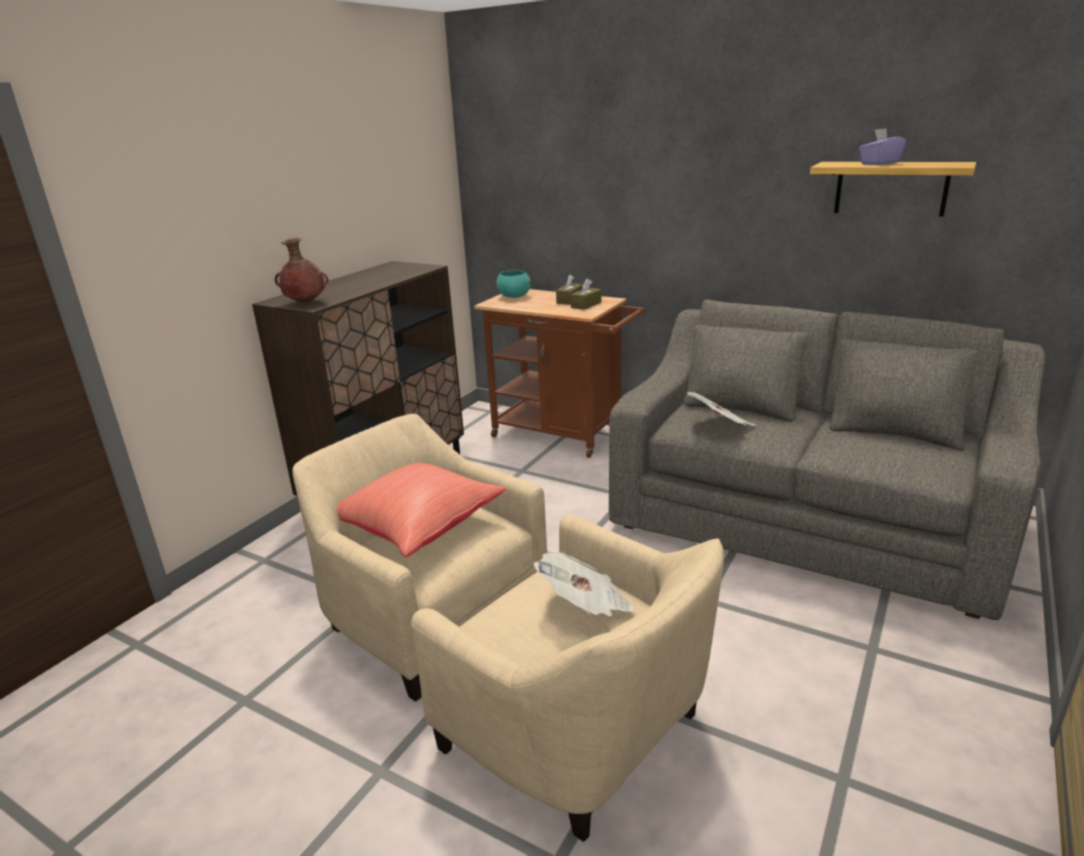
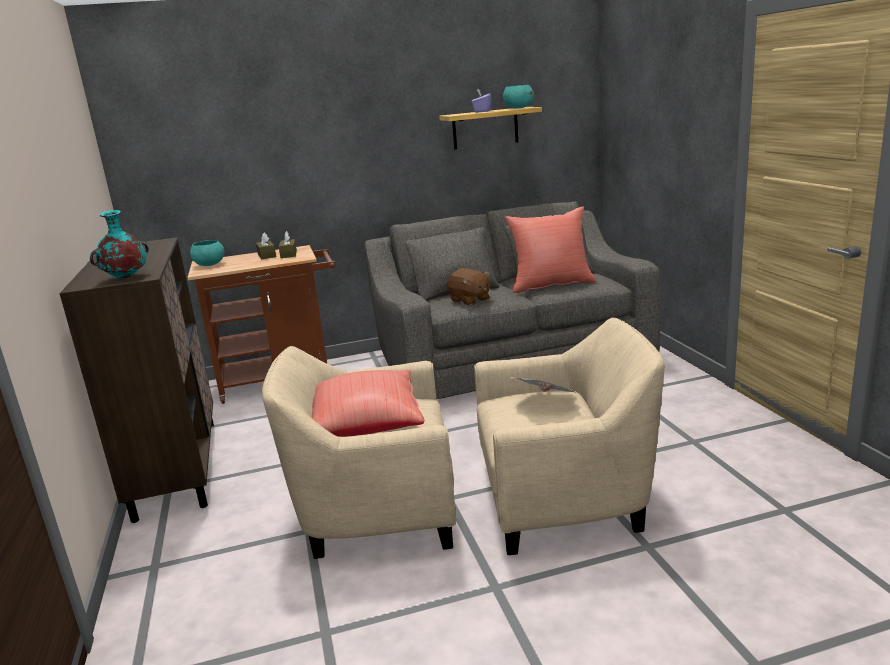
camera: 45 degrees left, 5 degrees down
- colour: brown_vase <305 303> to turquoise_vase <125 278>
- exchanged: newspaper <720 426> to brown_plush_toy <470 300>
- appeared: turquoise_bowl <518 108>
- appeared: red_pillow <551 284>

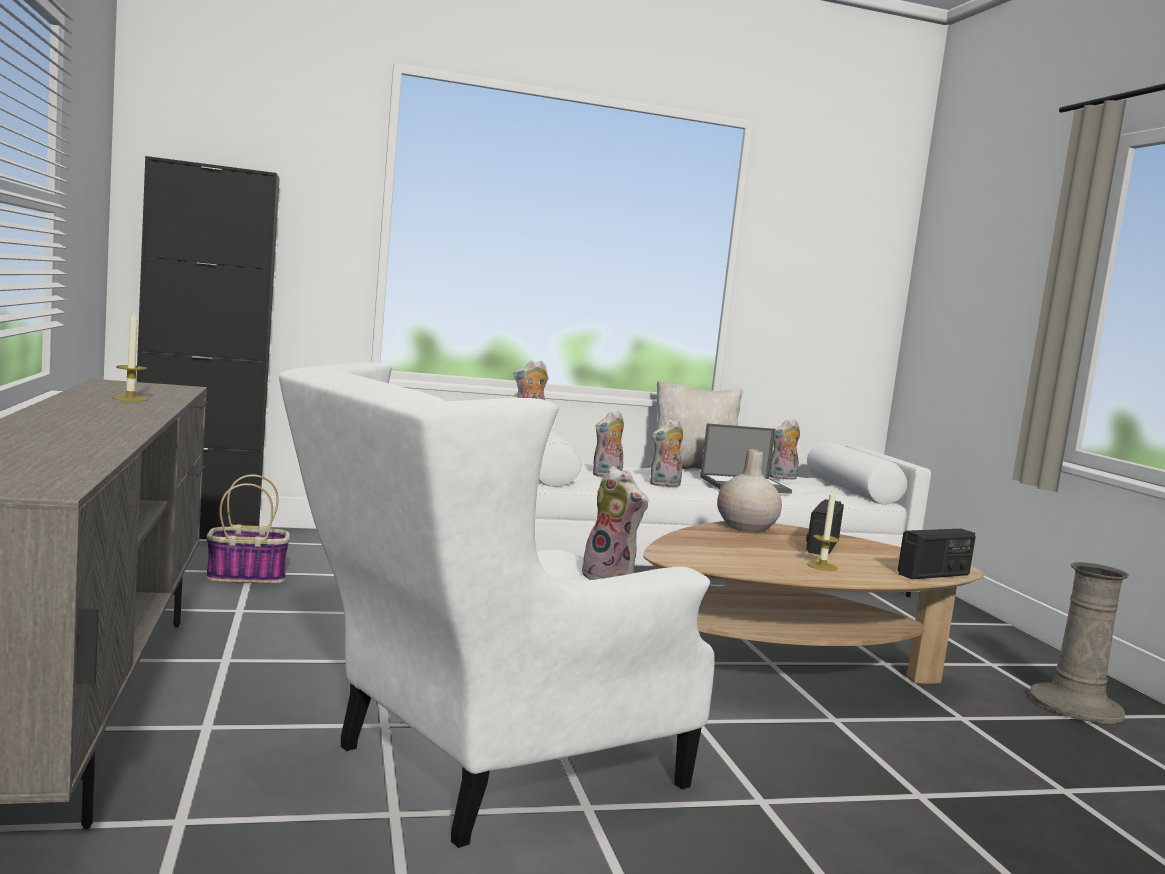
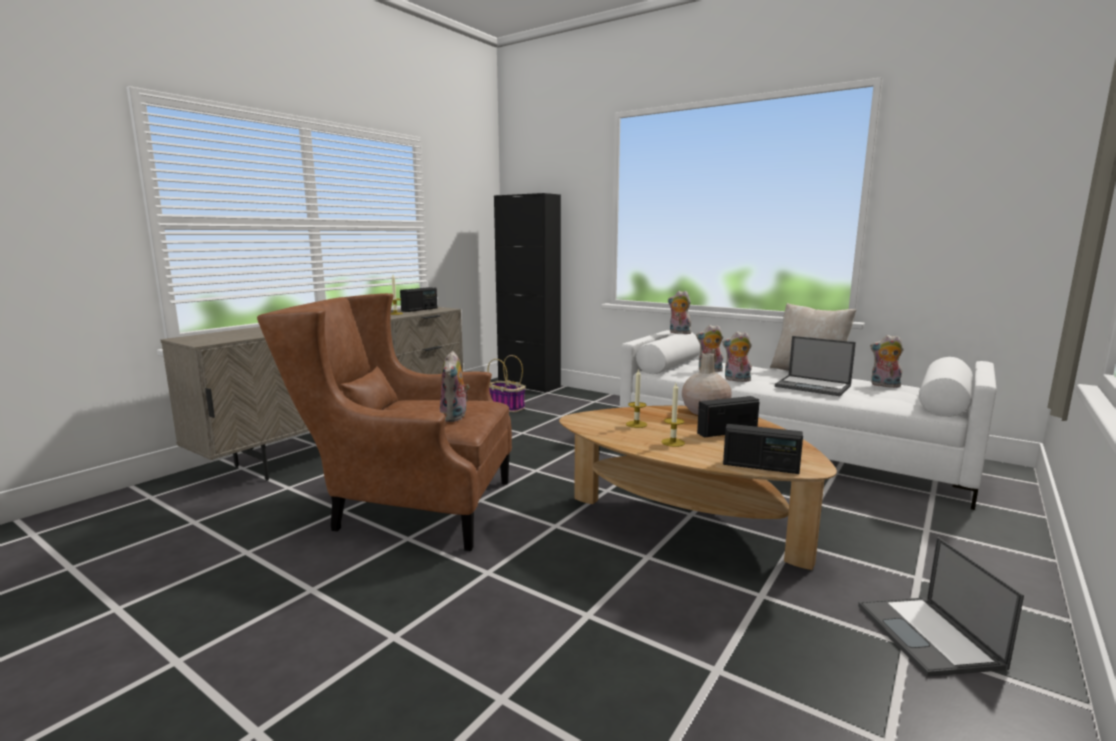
camera: 50 degrees right, 5 degrees up
- colour: white_armchair <479 767> to brown_armchair <408 506>
- exchanged: beige_vase <1076 705> to laptop <929 636>
- appeared: radio <420 309>
- appeared: candle <636 424>

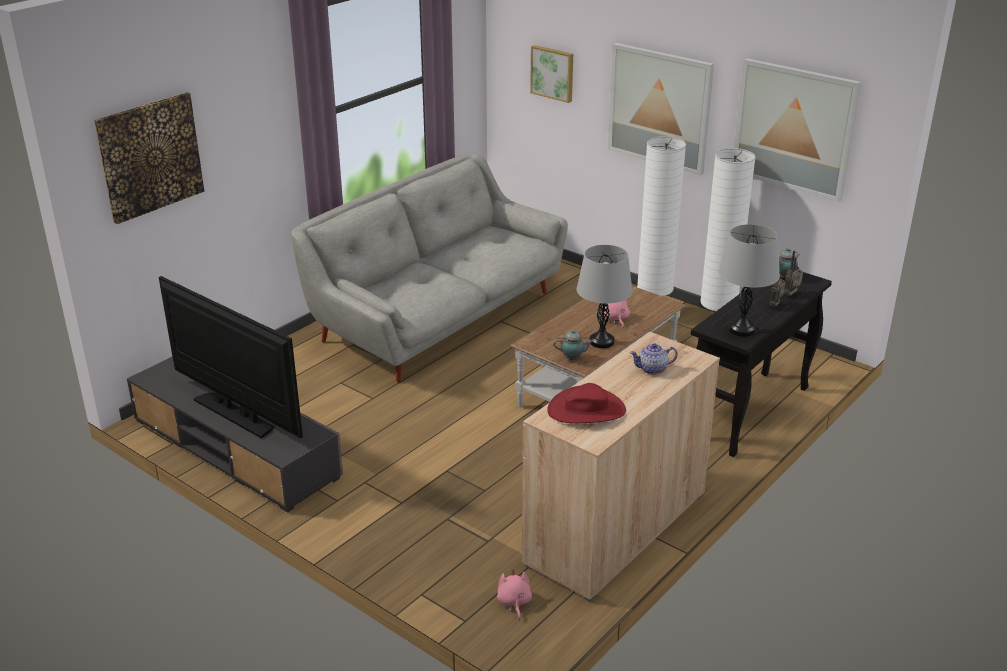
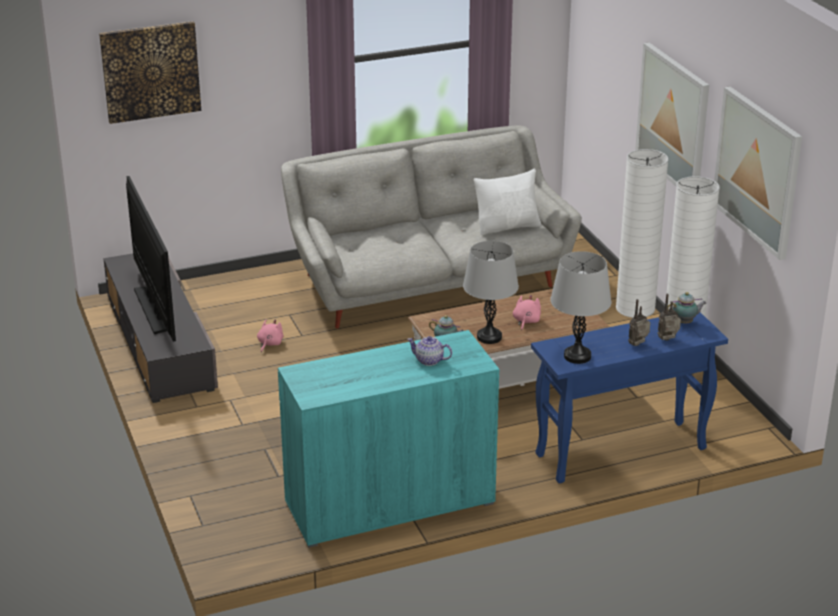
camera: 30 degrees right, 0 degrees up
- relocated: pink_plush_toy <514 602> to <269 344>
- colour: beige_cabinet <616 528> to turquoise_cabinet <389 503>
- missing: picture <553 73>
- missing: red_hat <586 410>
- colour: black_console_table <749 413> to blue_console_table <619 452>
- appeared: white_pillow <507 227>

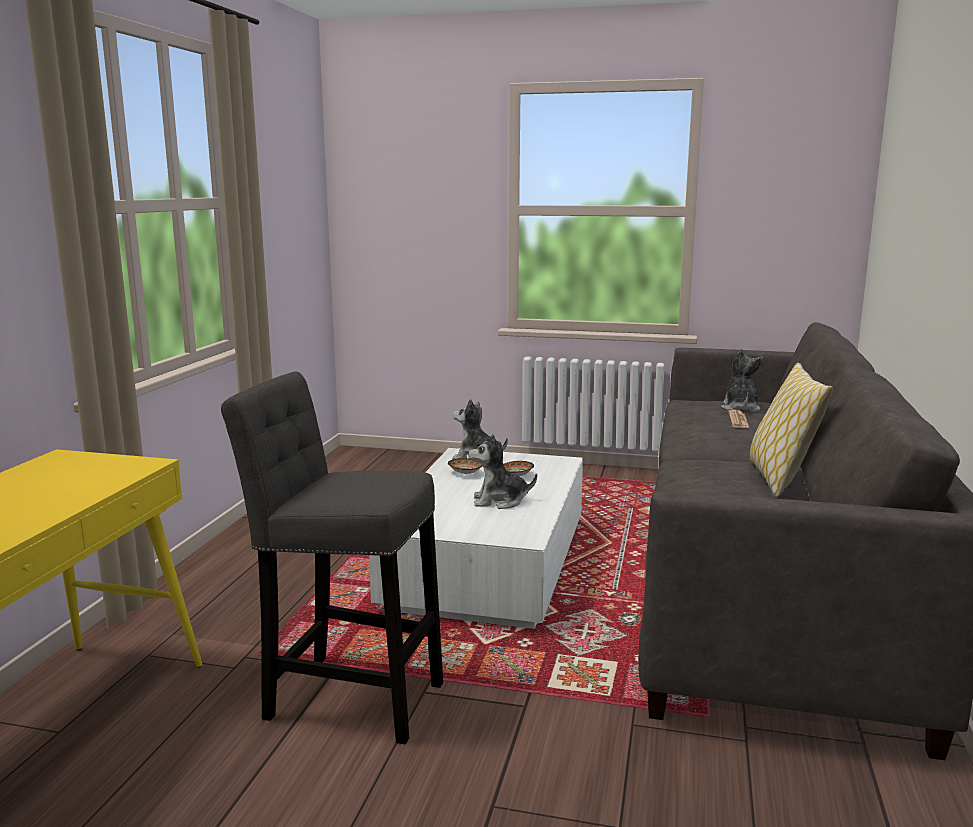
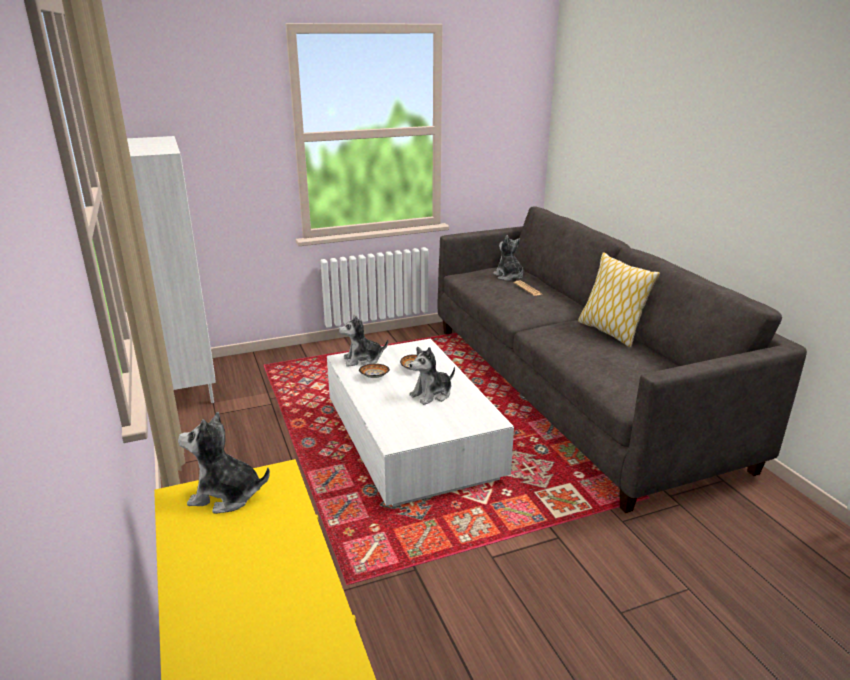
camera: 35 degrees left, 10 degrees up
- missing: grey_stool <347 697>
- appeared: white_bookcase <187 386>
- appeared: plush_toy <226 495>

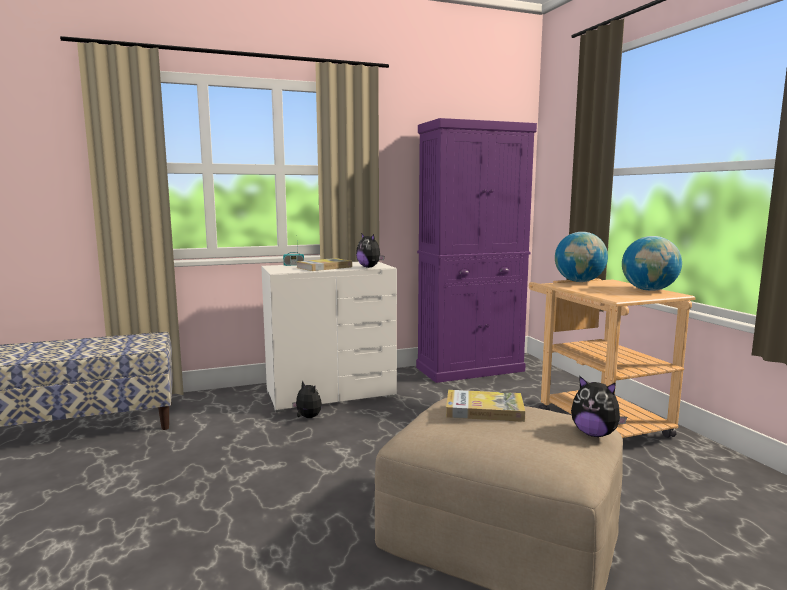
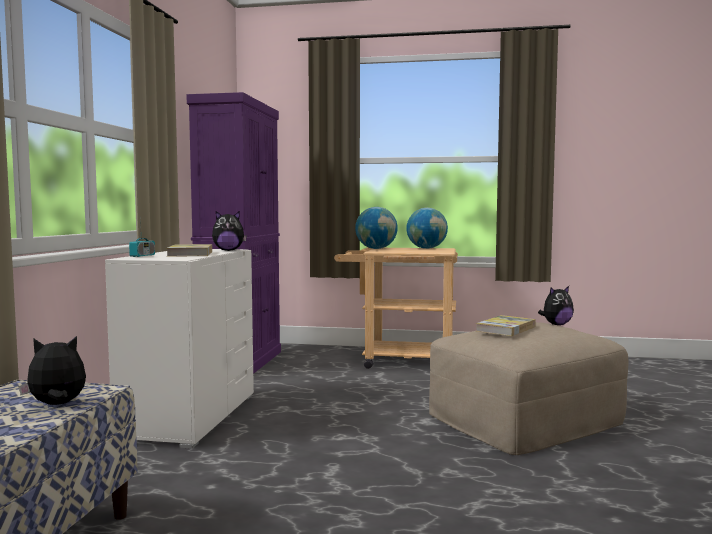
camera: 60 degrees left, 5 degrees down
- relocated: plush_toy <307 417> to <57 405>

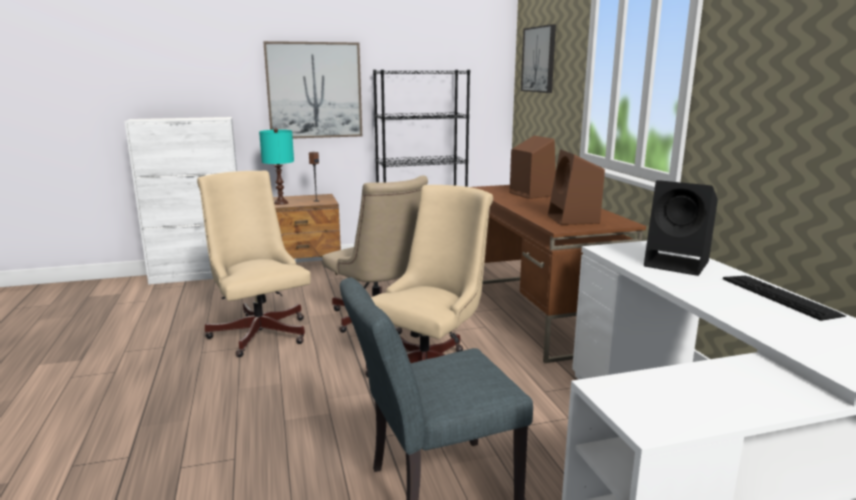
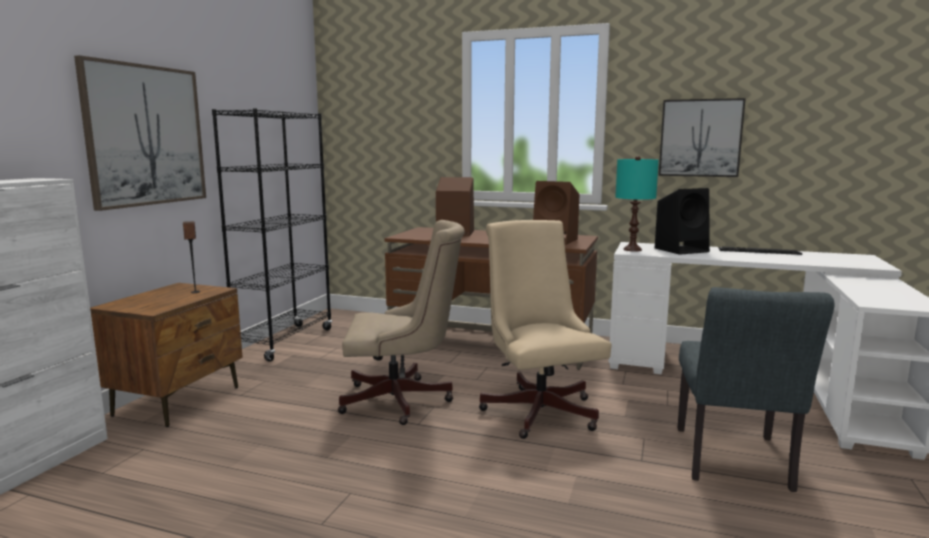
camera: 55 degrees left, 5 degrees down
- missing: beige_office_chair <259 331>
- relocated: turquoise_table_lamp <281 203> to <632 249>
- relocated: picture <539 59> to <700 138>

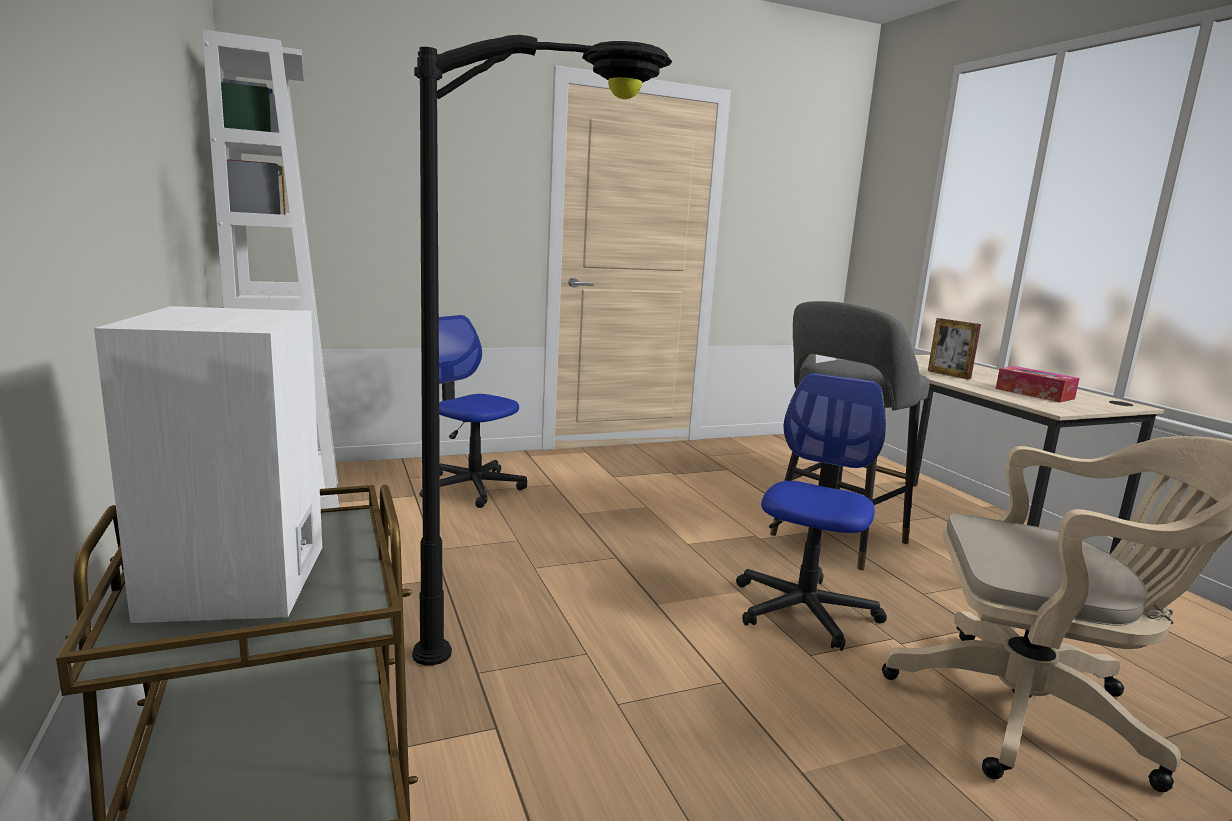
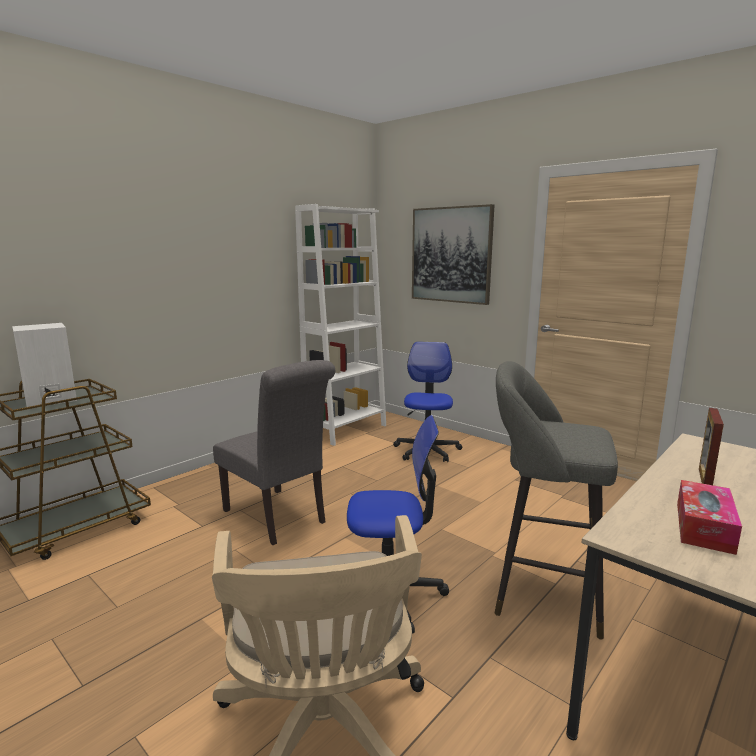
camera: 65 degrees right, 0 degrees up
- exchanged: black_floor_lamp <550 641> to grey_chair <278 518>
- appeared: picture <451 255>

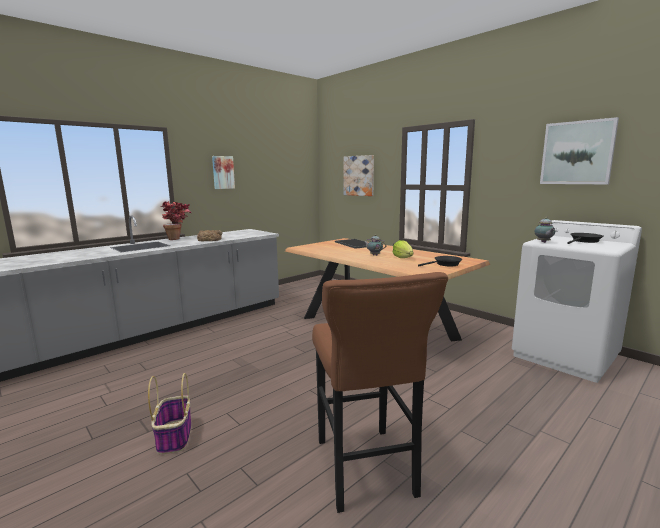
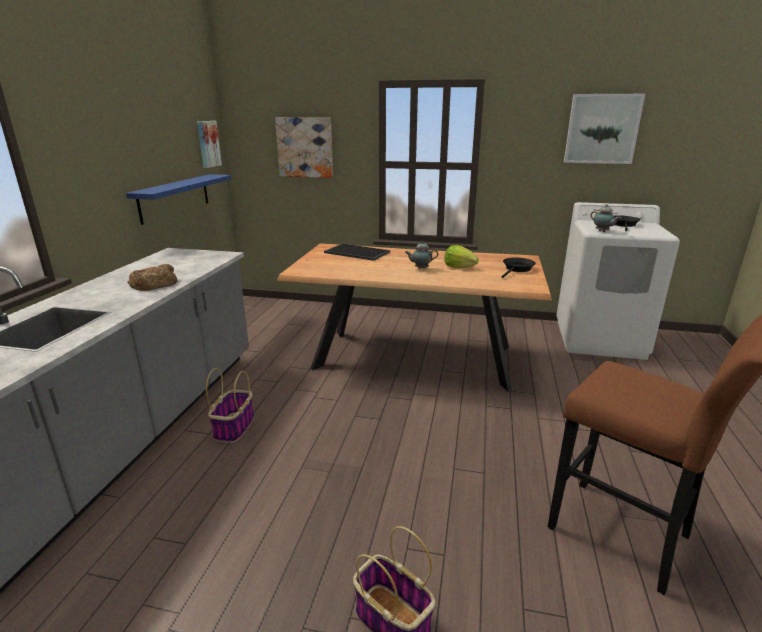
camera: 35 degrees left, 10 degrees up
- missing: potted_plant <178 239>
- relocated: picture <223 172> to <208 144>
- appeared: blue_shelf <175 197>
- appeared: basket <234 427>

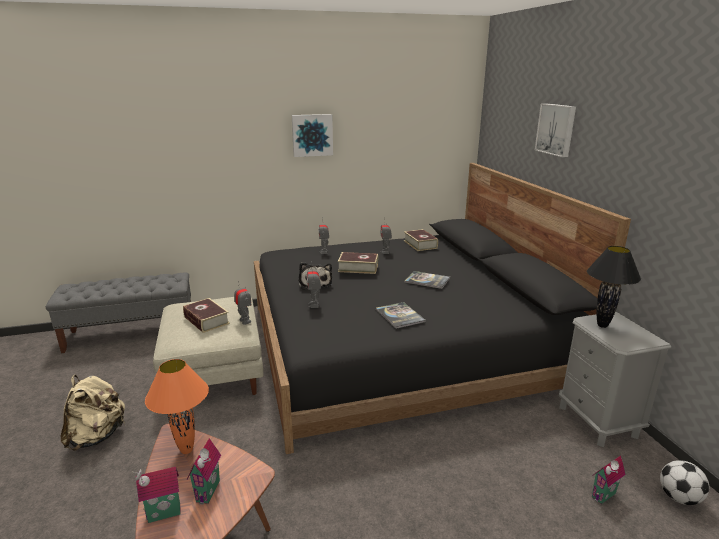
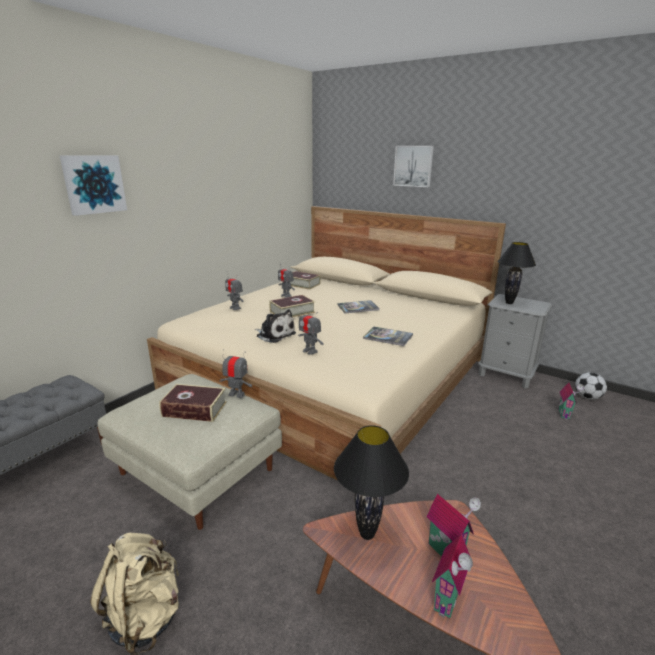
camera: 40 degrees left, 0 degrees up
- colour: orange_table_lamp <187 450> to black_table_lamp <367 534>
- colour: black_bed <400 345> to beige_bed <333 376>
- relocated: picture <312 135> to <93 184>

